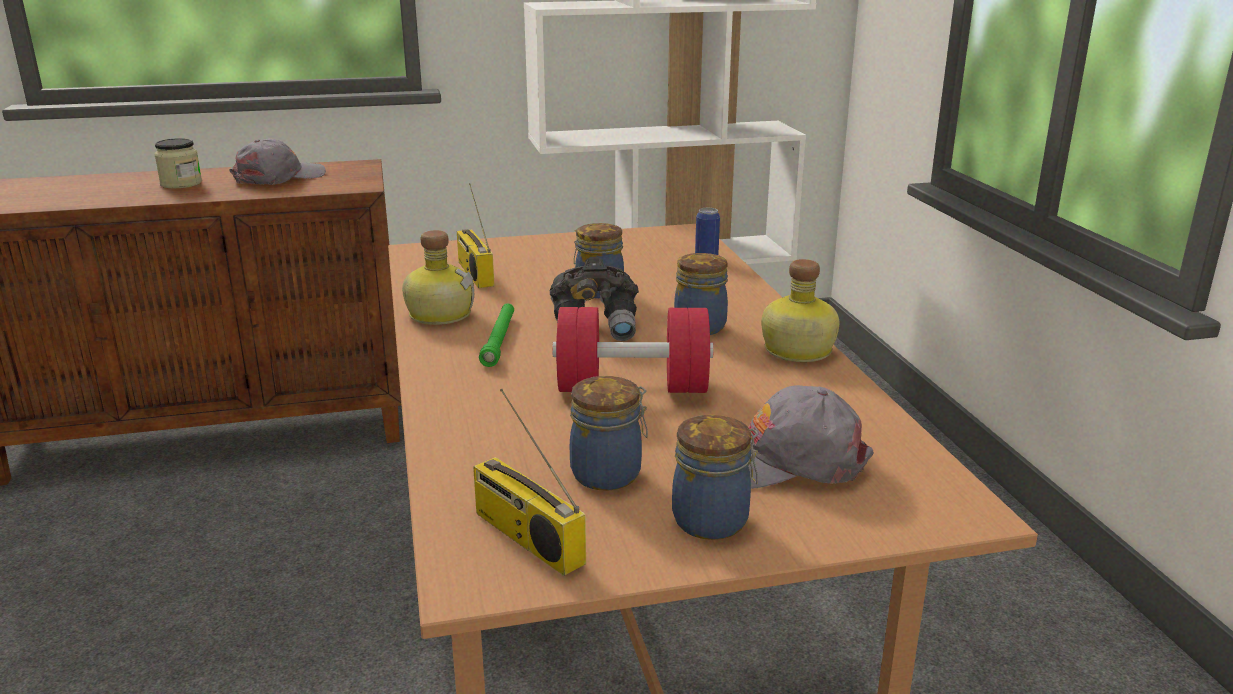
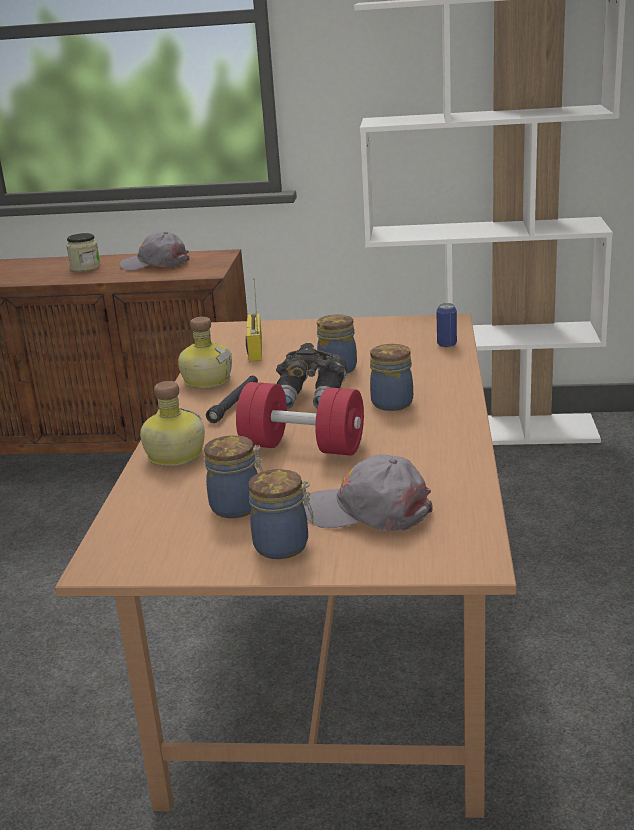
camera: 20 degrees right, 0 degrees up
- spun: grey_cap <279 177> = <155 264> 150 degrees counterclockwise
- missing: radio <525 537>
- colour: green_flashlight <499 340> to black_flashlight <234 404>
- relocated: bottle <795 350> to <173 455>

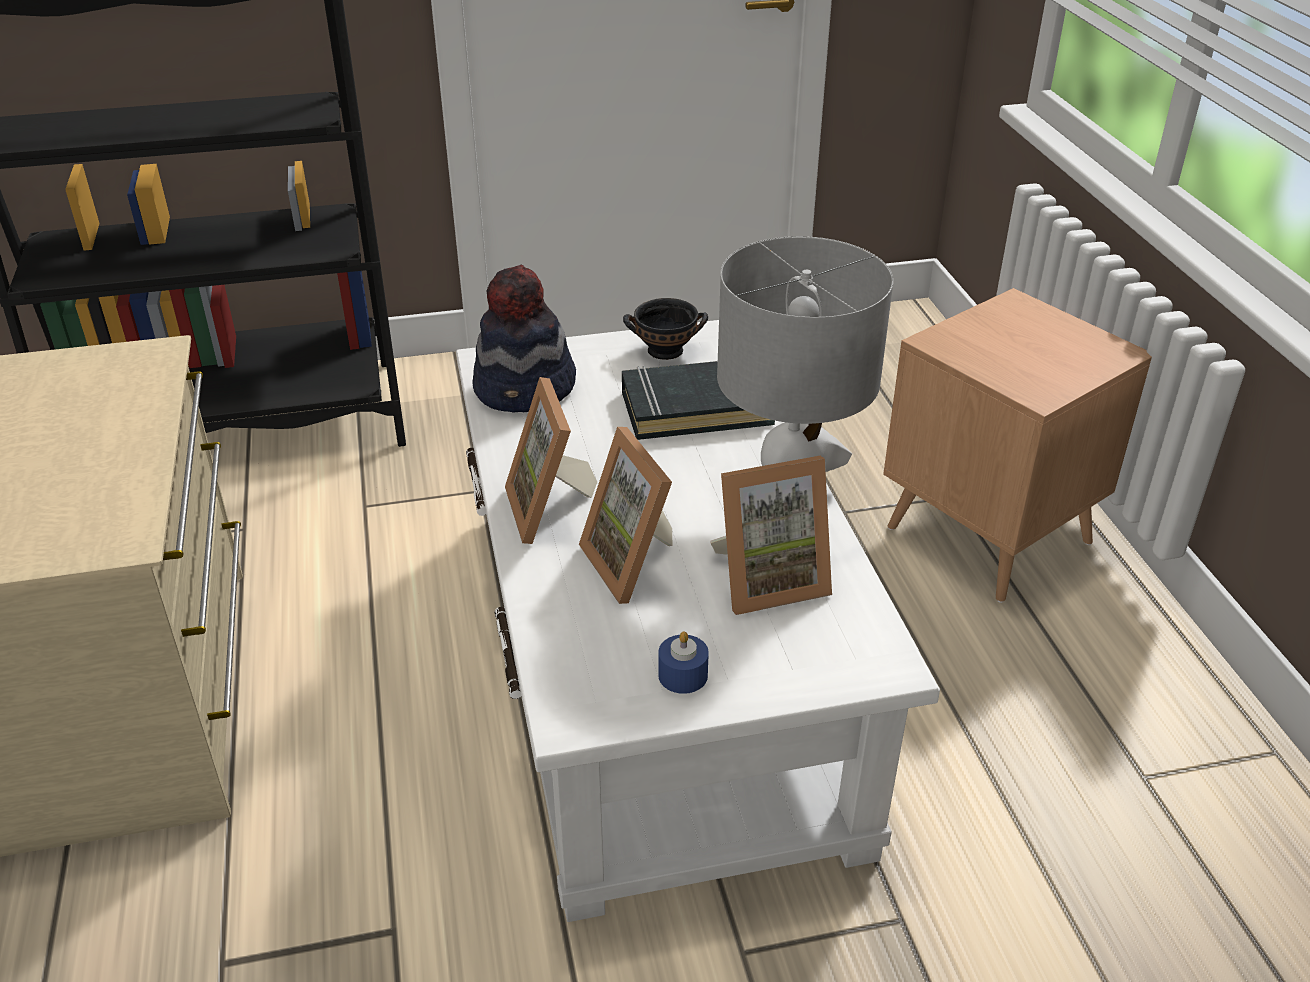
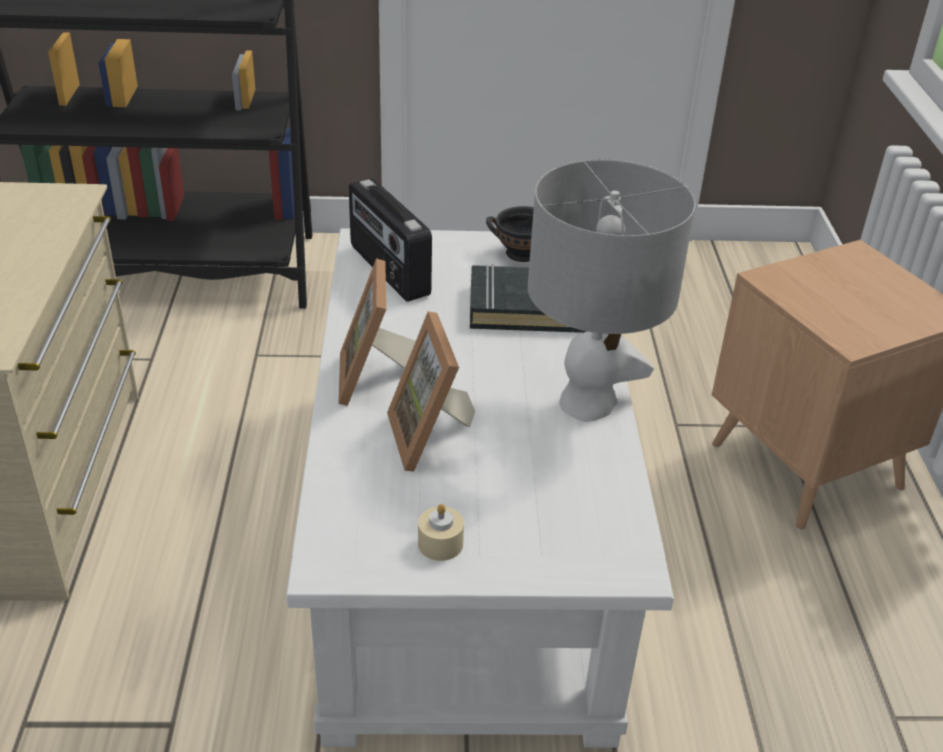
camera: 10 degrees right, 0 degrees up
- exchanged: hat <526 389> to radio <388 271>
- colour: blue_candle <683 675> to beige_candle <440 544>
- missing: picture_frame <768 580>

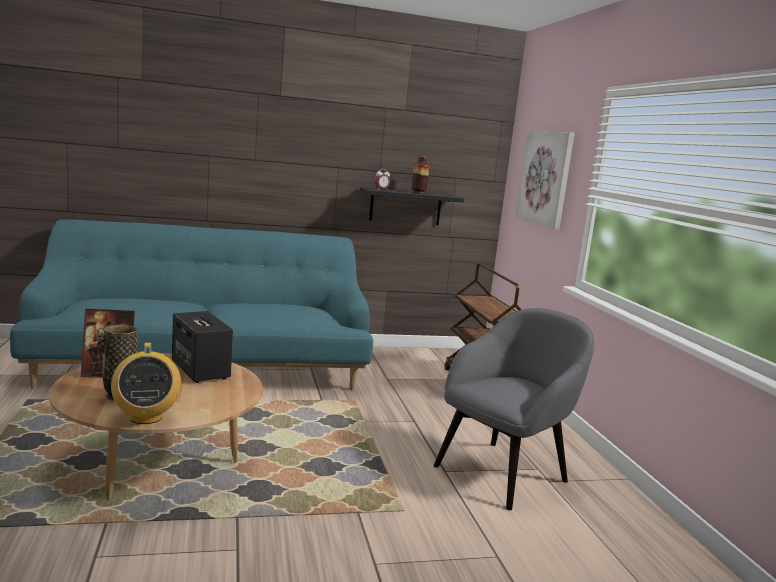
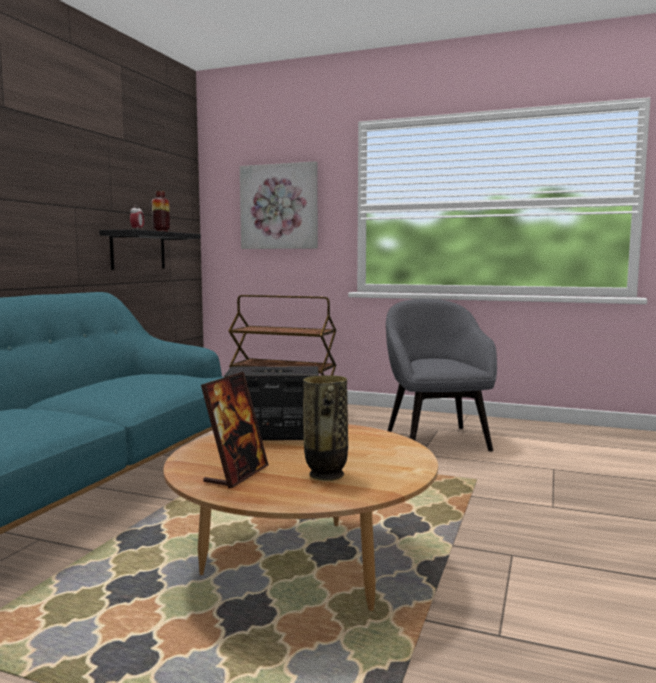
camera: 55 degrees left, 5 degrees down
- missing: radio <145 417>

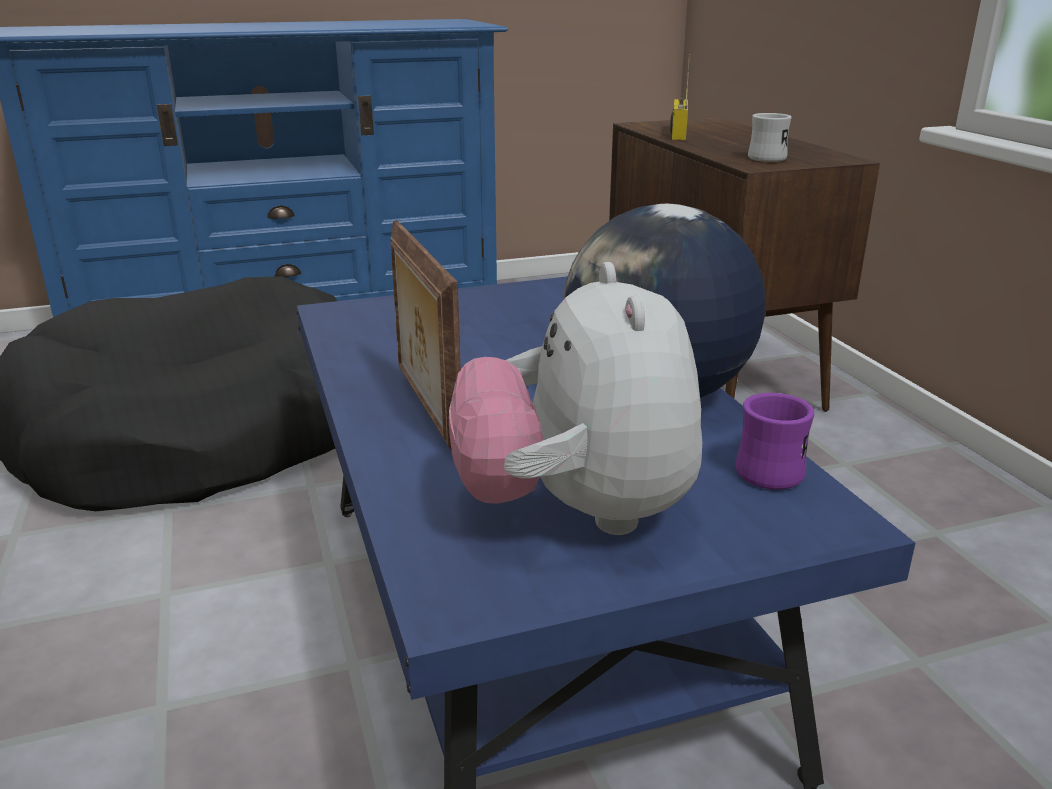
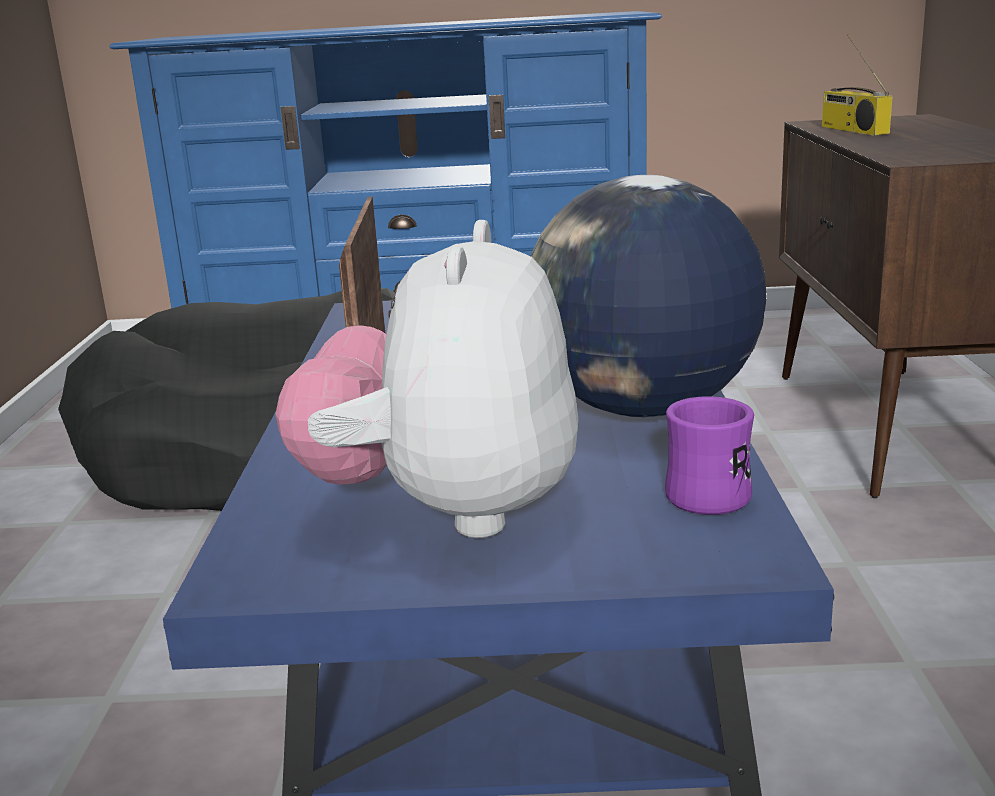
camera: 20 degrees right, 5 degrees down
- spun: radio <677 133> = <851 130> 45 degrees counterclockwise
- missing: white_mug <768 157>

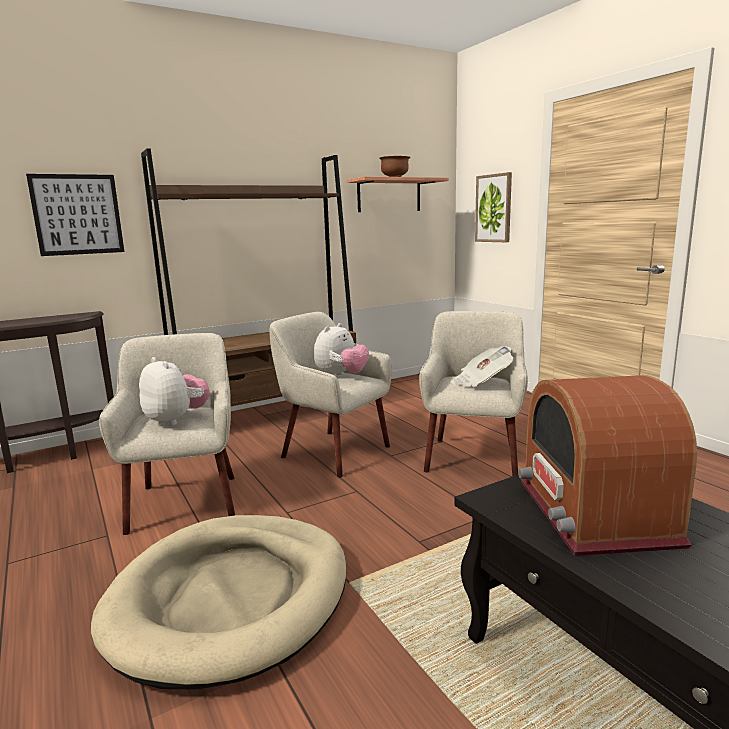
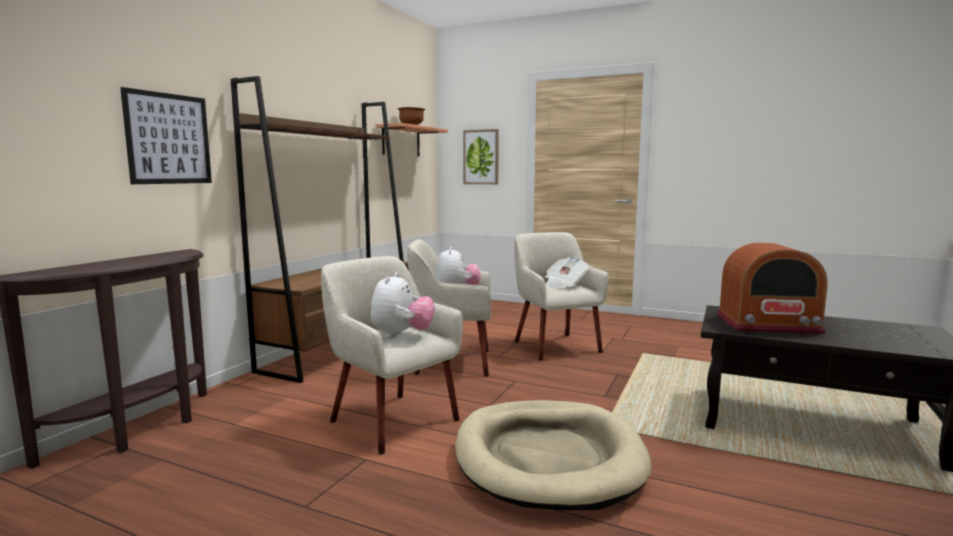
camera: 35 degrees left, 5 degrees down
- spun: plush_toy <176 420> = <402 335> 90 degrees clockwise
- spun: radio <594 512> = <768 324> 45 degrees counterclockwise

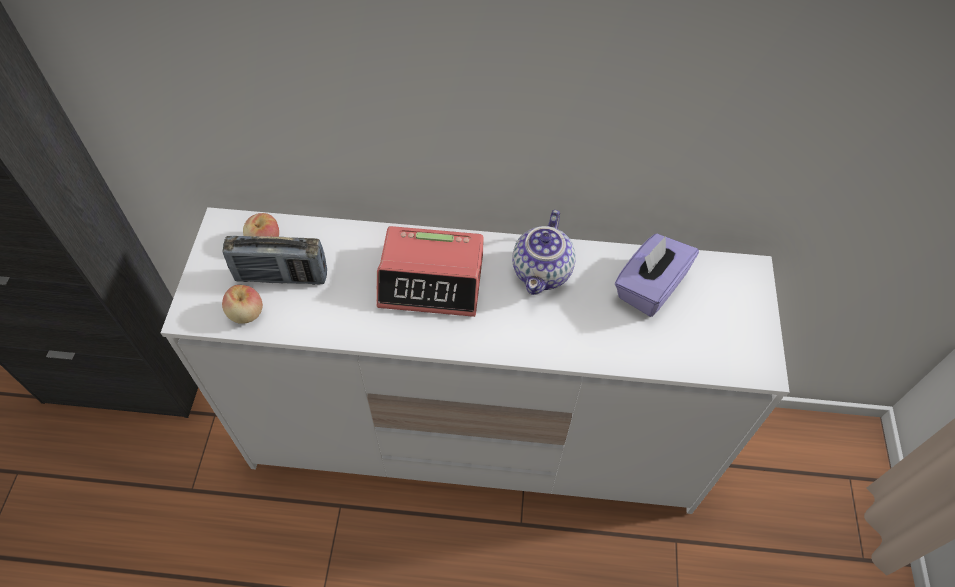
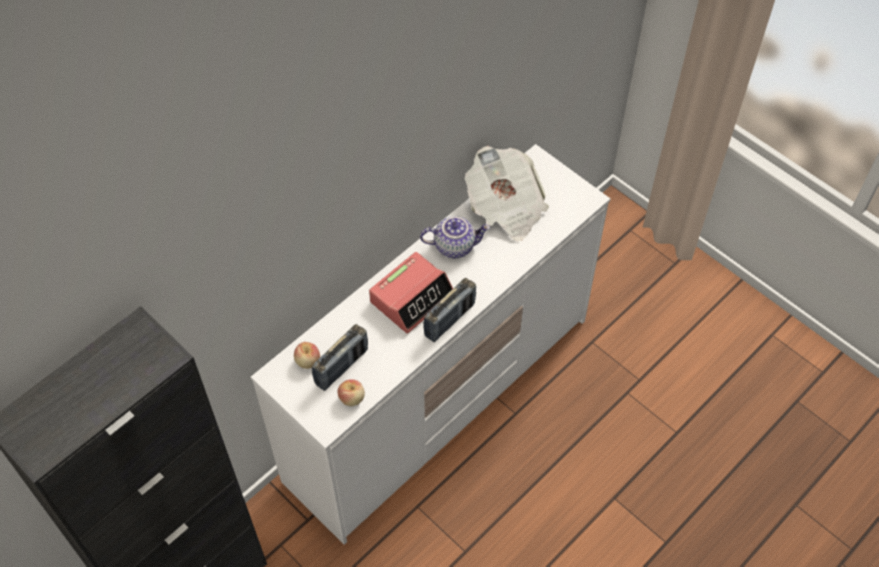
camera: 50 degrees left, 0 degrees up
- spun: teapot <543 273> = <454 245> 60 degrees counterclockwise
- exchanged: purple_tissue_box <649 287> to newspaper <506 207>
- appeared: radio <450 320>

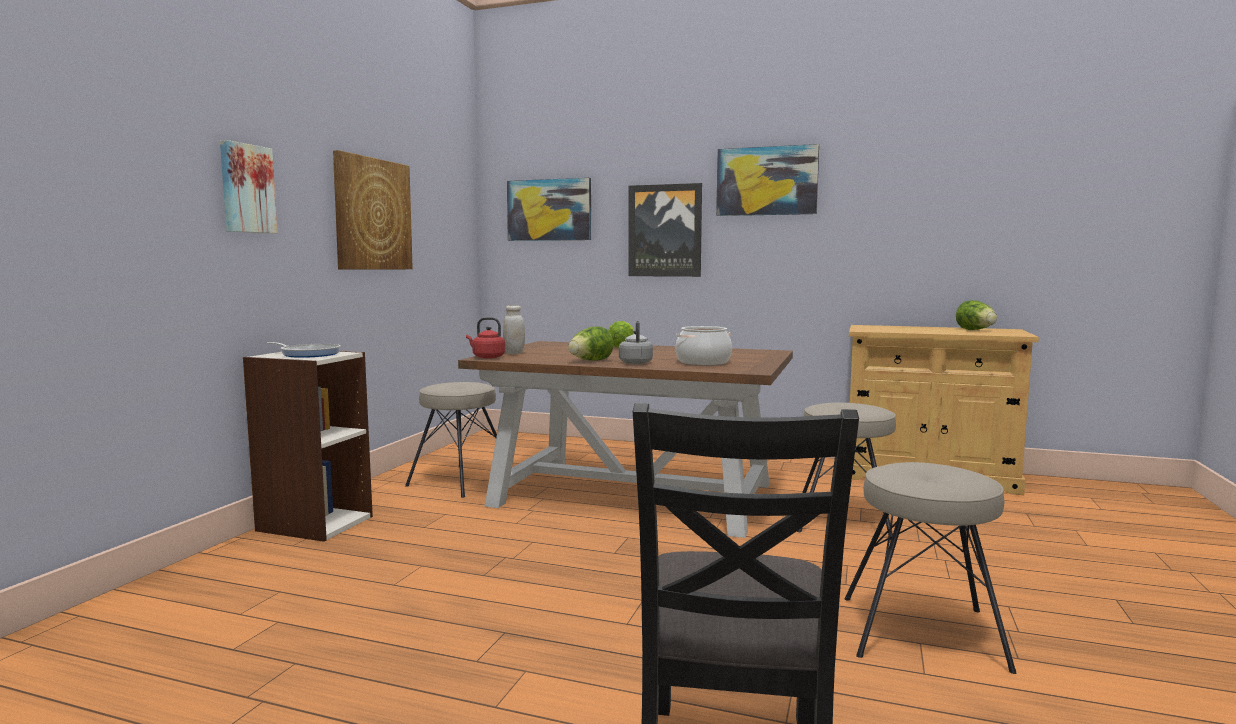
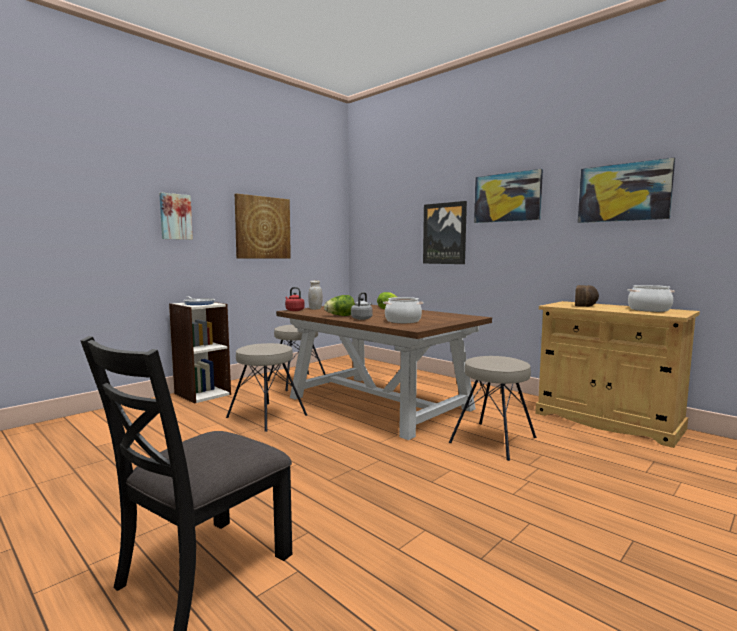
camera: 25 degrees right, 0 degrees up
- relocated: picture <549 210> to <623 192>
- relocated: beige_stool <922 633> to <266 416>
- exchanged: lettuce <976 330> to cooking_pot <649 310>
- appeared: bread <586 305>

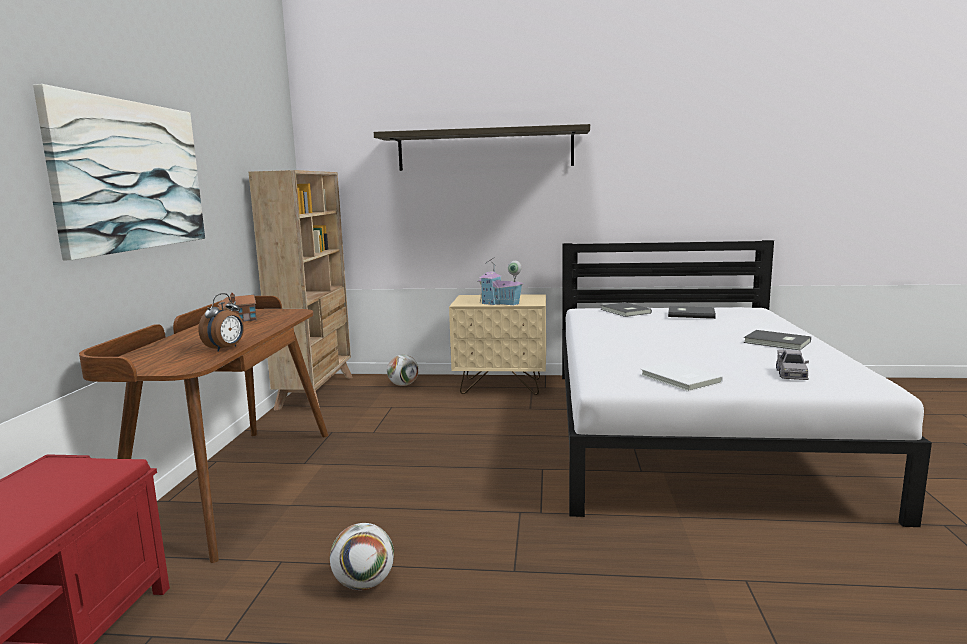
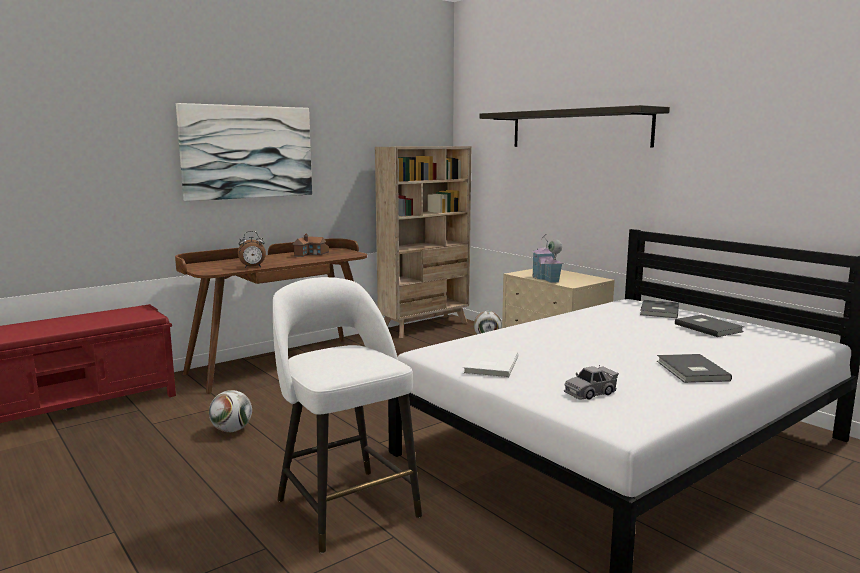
camera: 45 degrees right, 0 degrees up
- appeared: white_stool <345 506>

